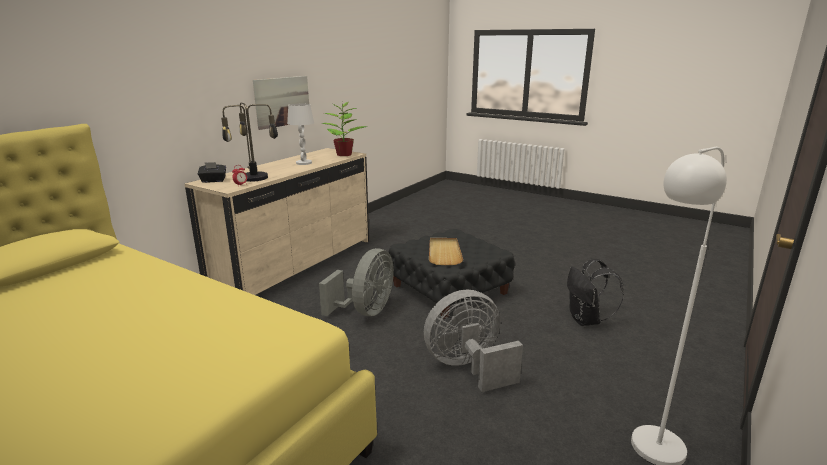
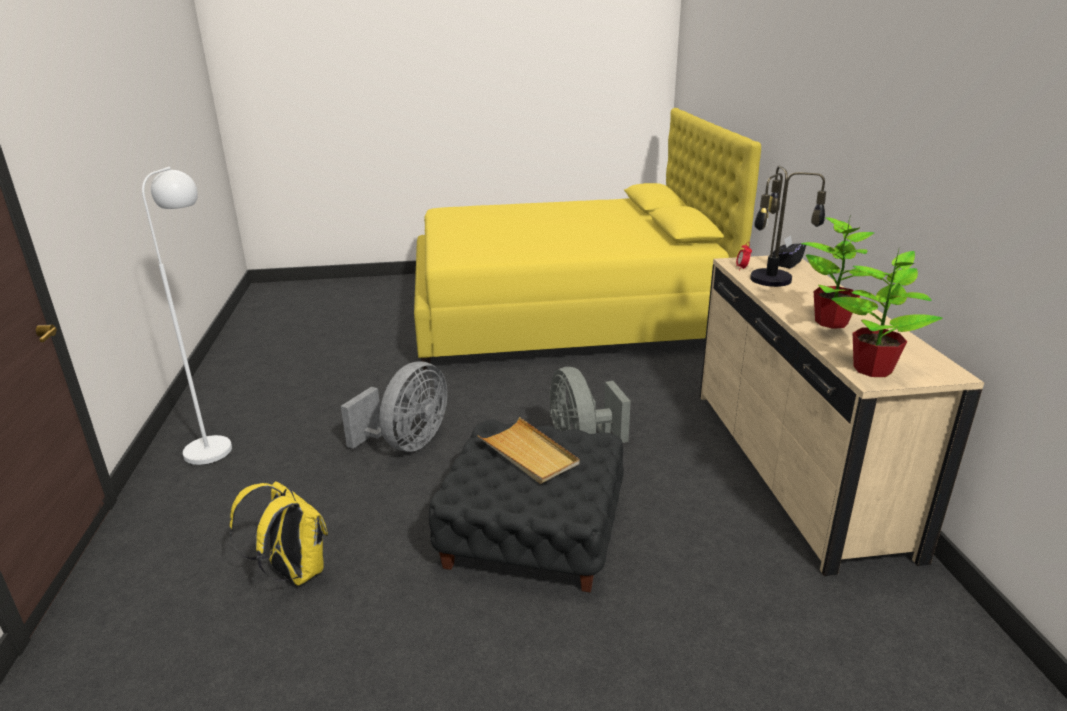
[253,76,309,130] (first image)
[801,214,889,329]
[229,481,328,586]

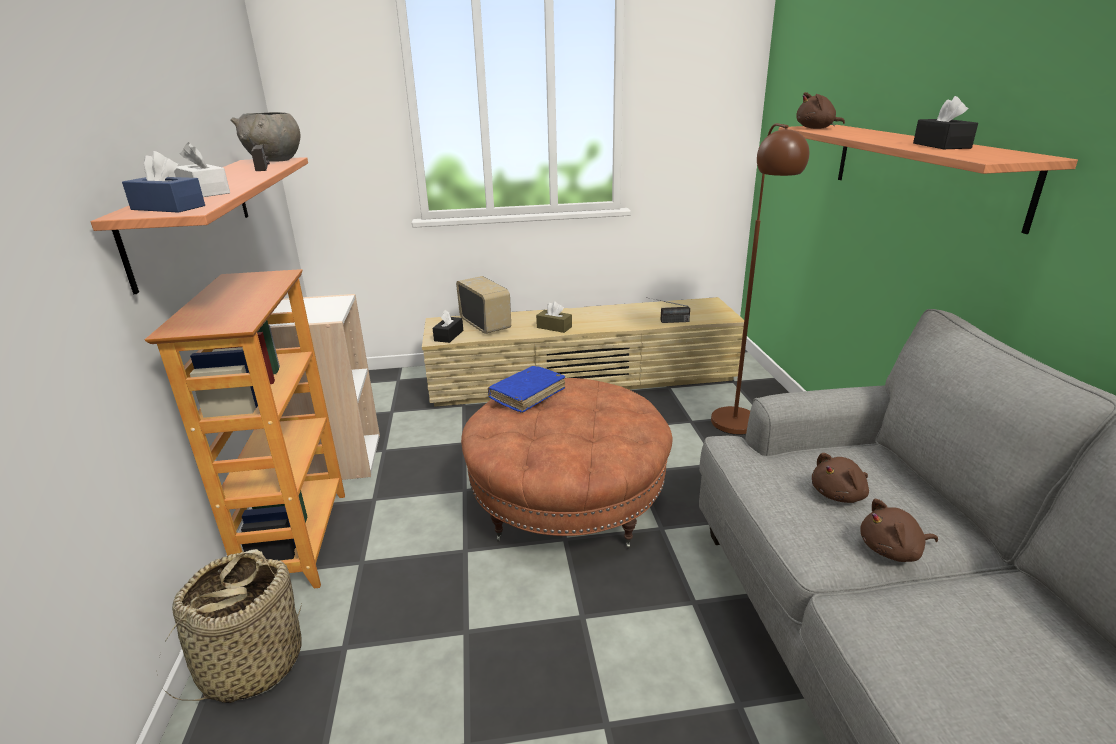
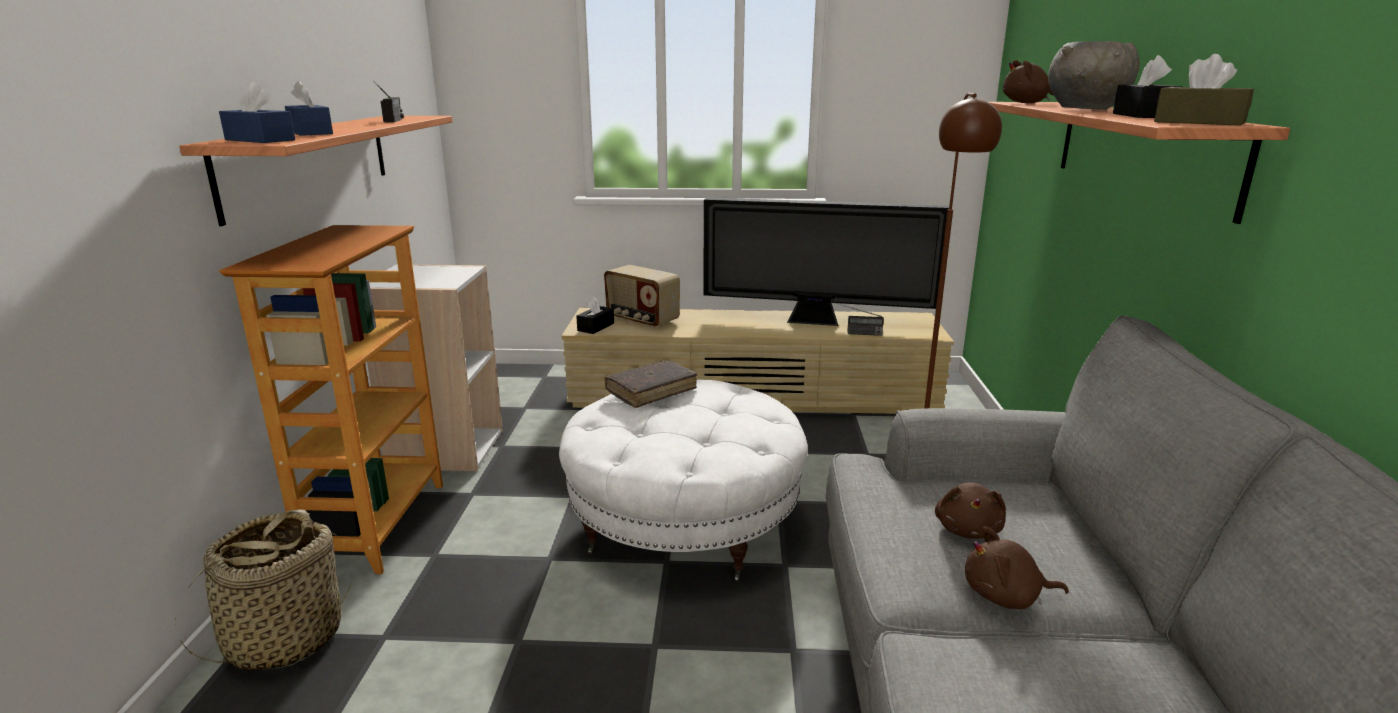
[704,197,949,326]
[1048,41,1140,110]
[1154,54,1254,126]
[285,81,333,136]
[559,380,808,581]
[604,361,697,408]
[604,265,680,328]
[935,482,1006,539]

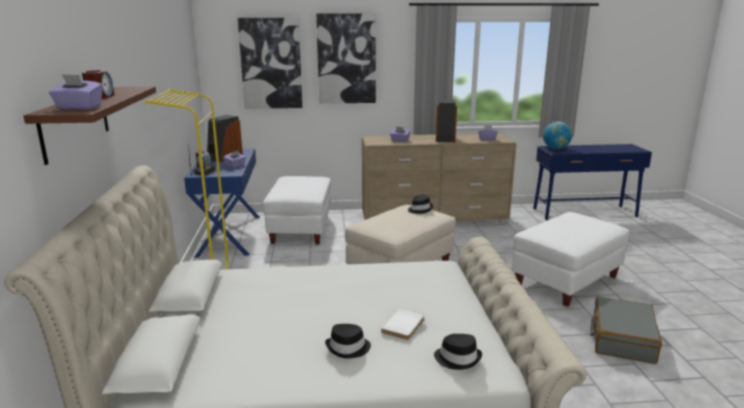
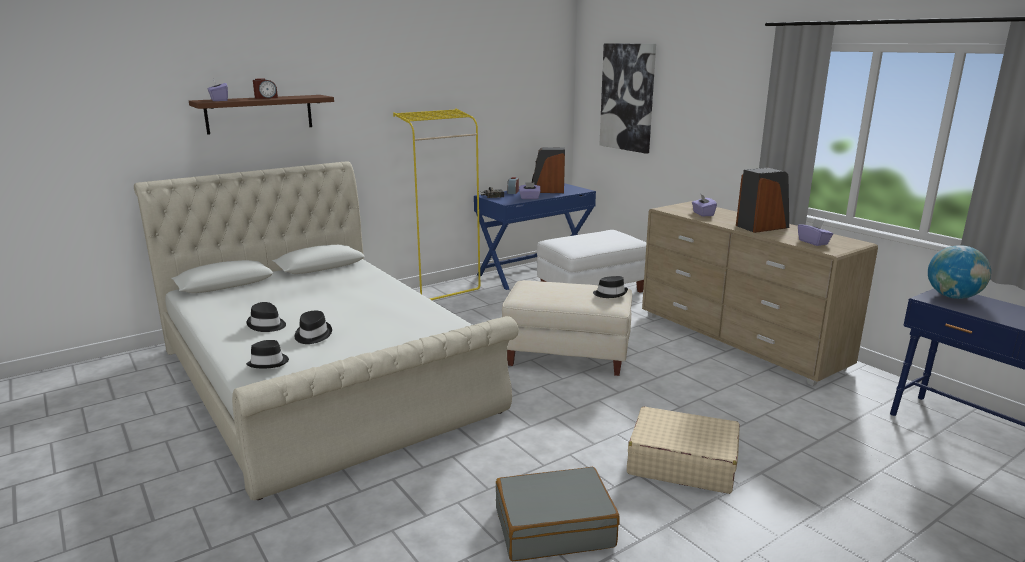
[316,13,376,104] (first image)
[295,311,332,344]
[627,407,740,494]

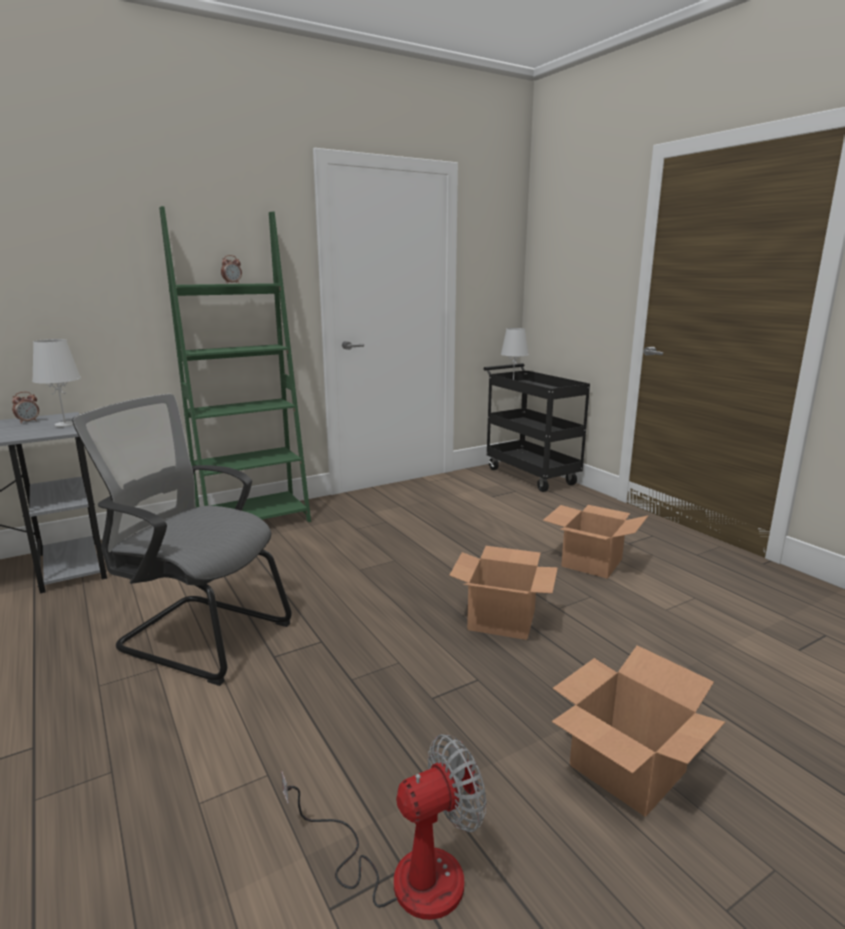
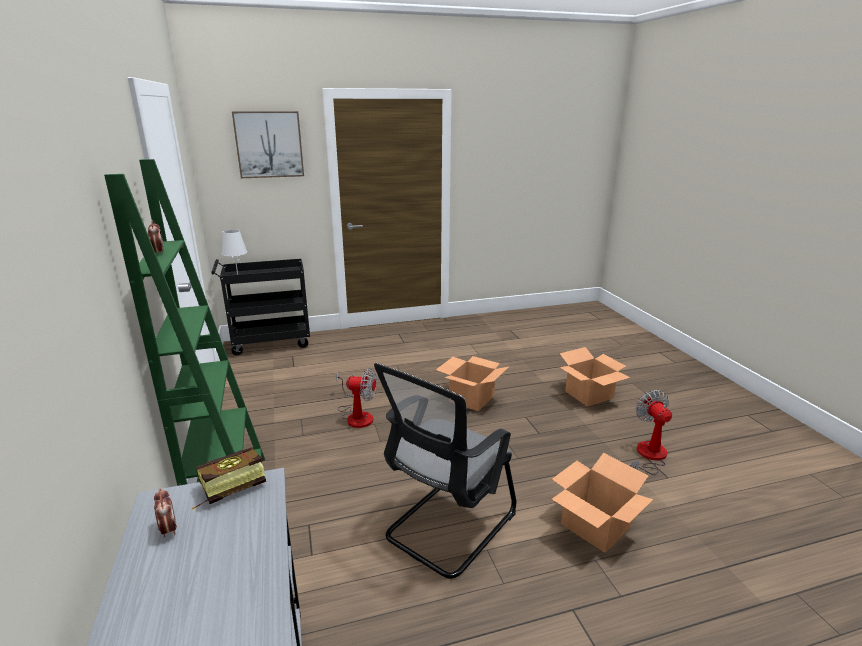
[232,111,304,178]
[336,368,377,428]
[552,453,653,553]
[191,447,266,510]

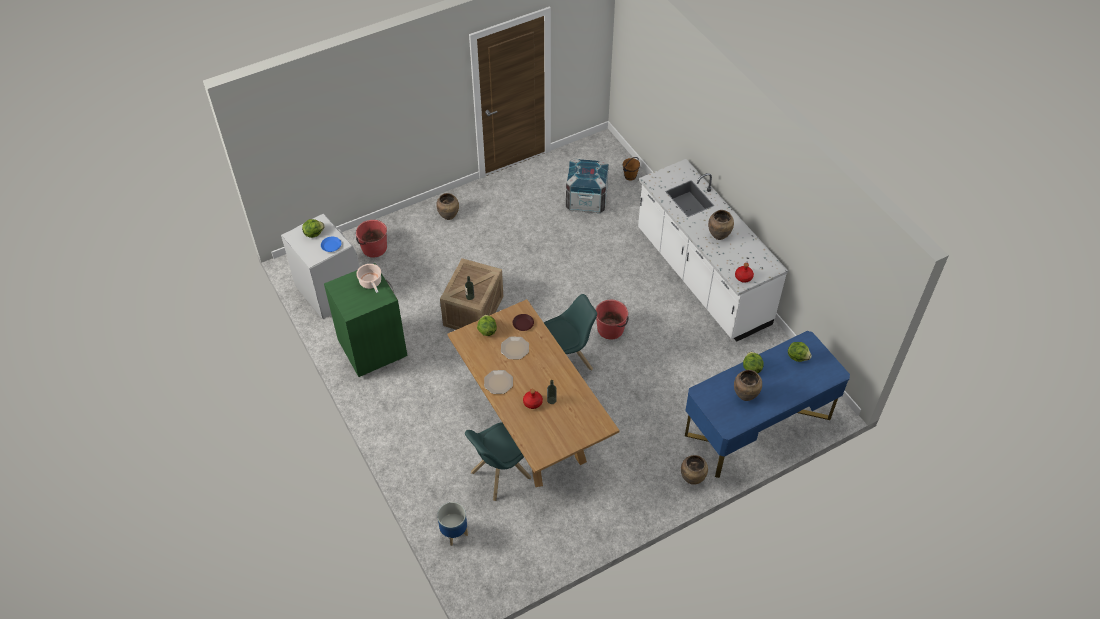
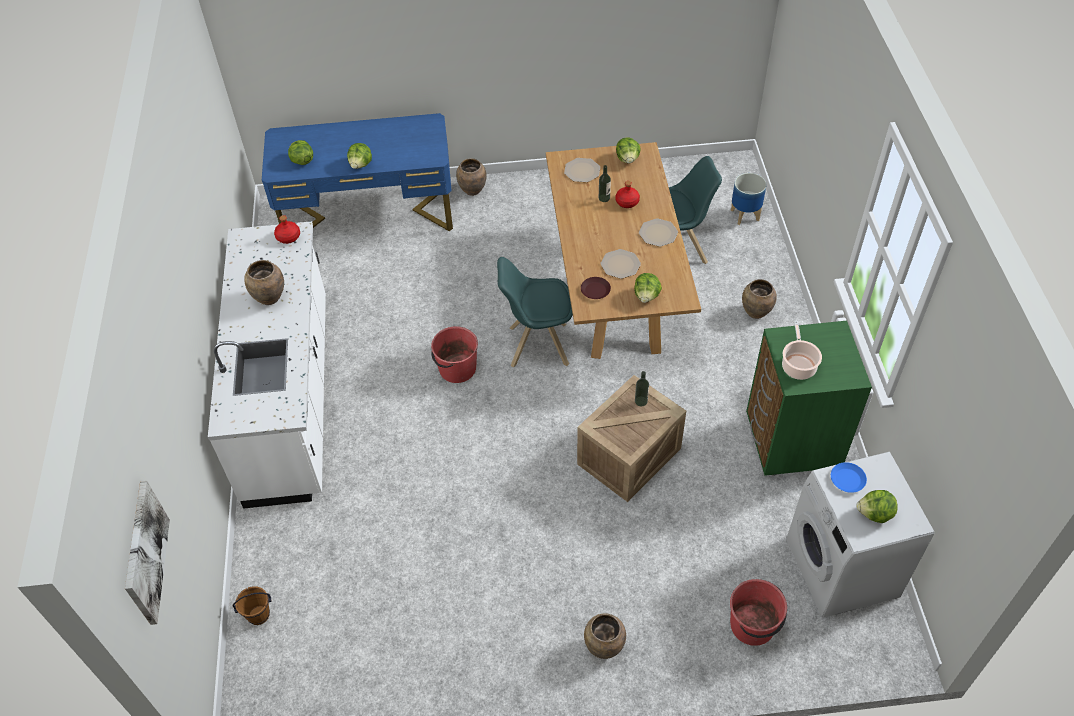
[566,158,609,214] (first image)
[125,480,170,625]
[564,158,600,182]
[616,137,641,163]
[742,279,777,319]

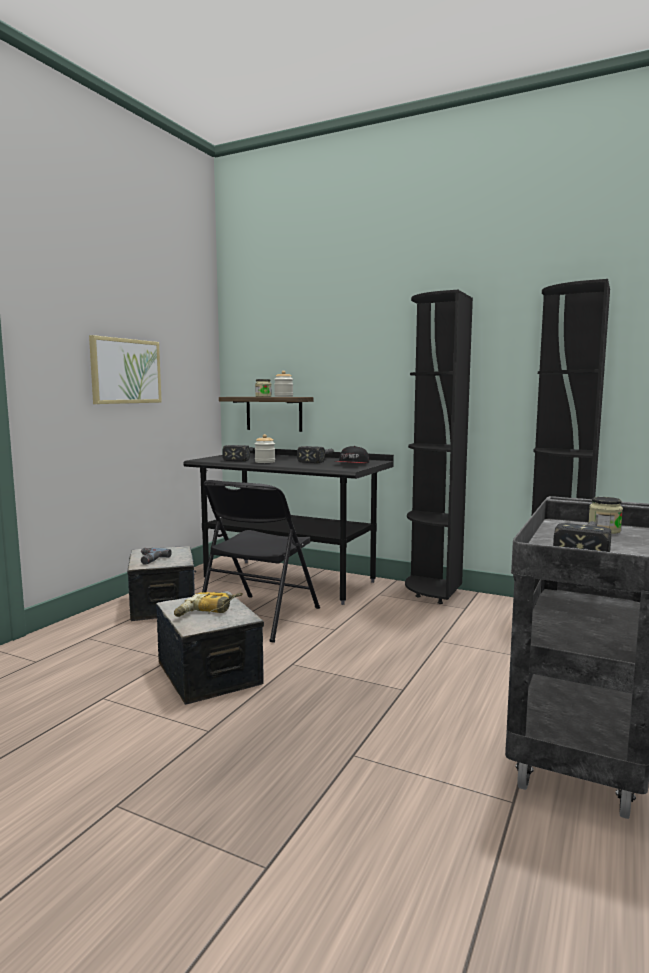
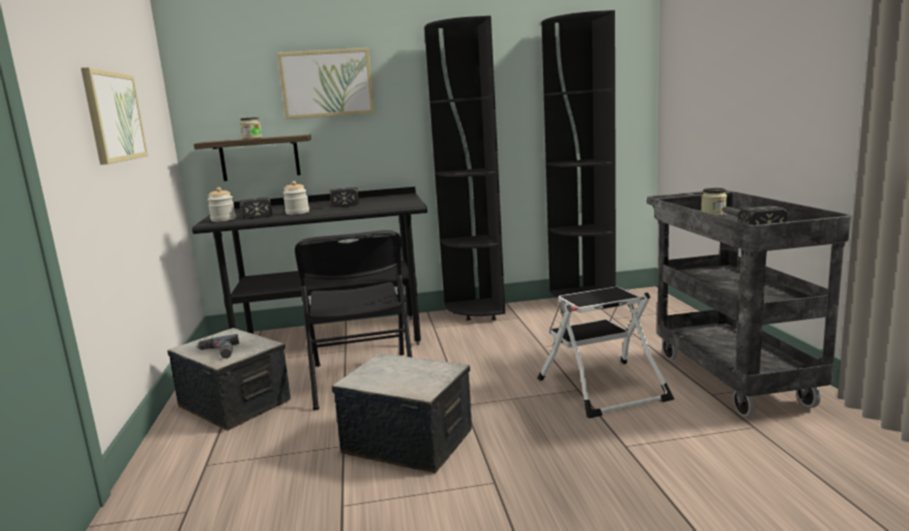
[174,592,243,617] (first image)
[336,446,369,463] (first image)
[277,48,375,119]
[537,287,674,418]
[207,187,236,222]

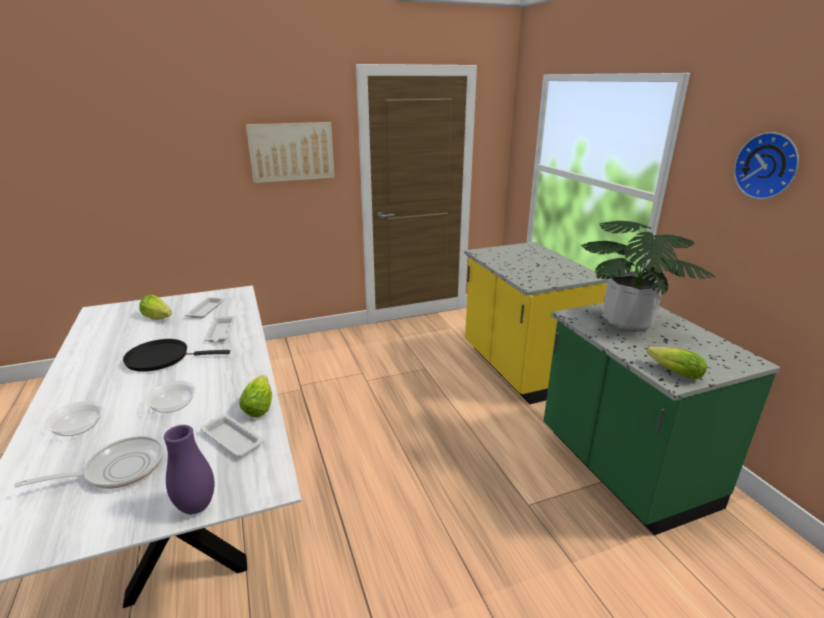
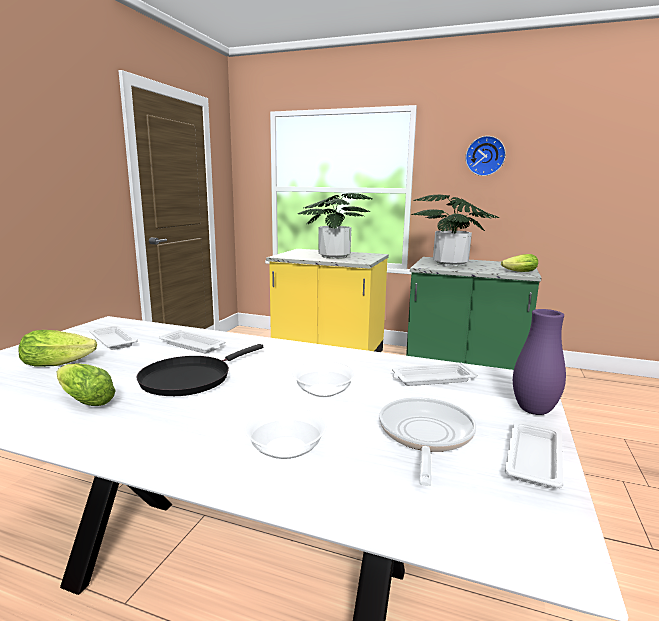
[245,122,335,183] (first image)
[297,193,373,259]
[505,420,563,488]
[57,363,116,406]

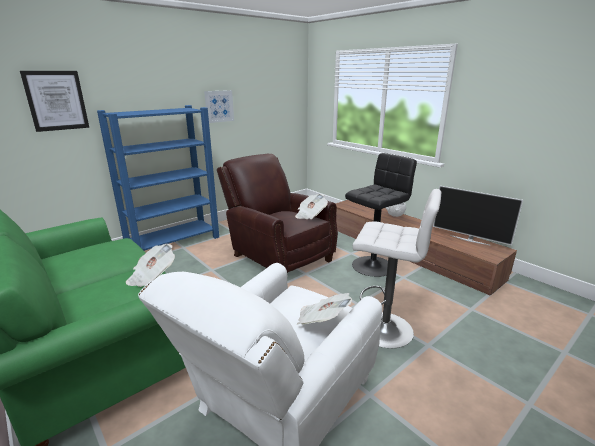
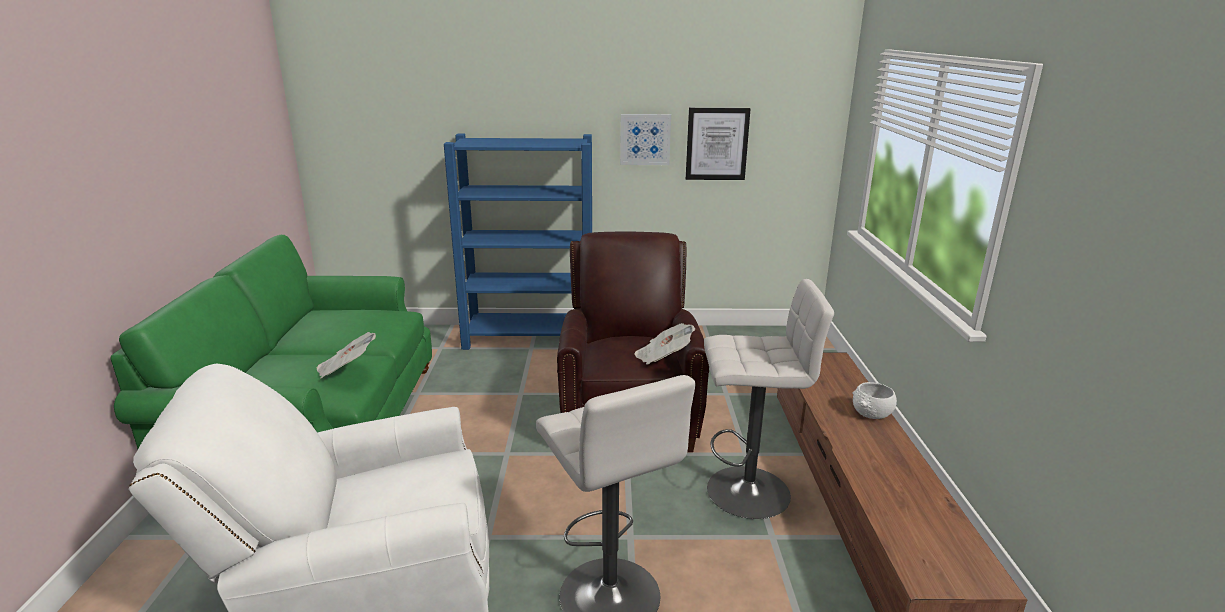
[297,293,352,325] (first image)
[433,185,523,245] (first image)
[686,108,751,180]
[704,279,834,519]

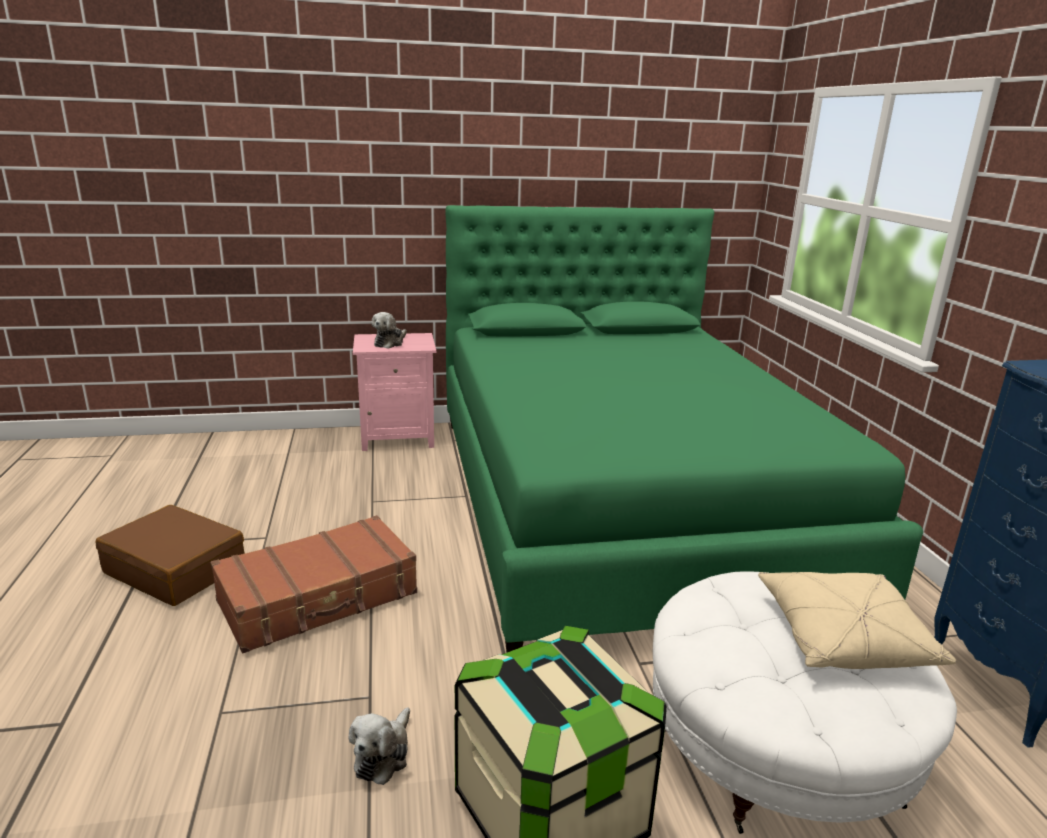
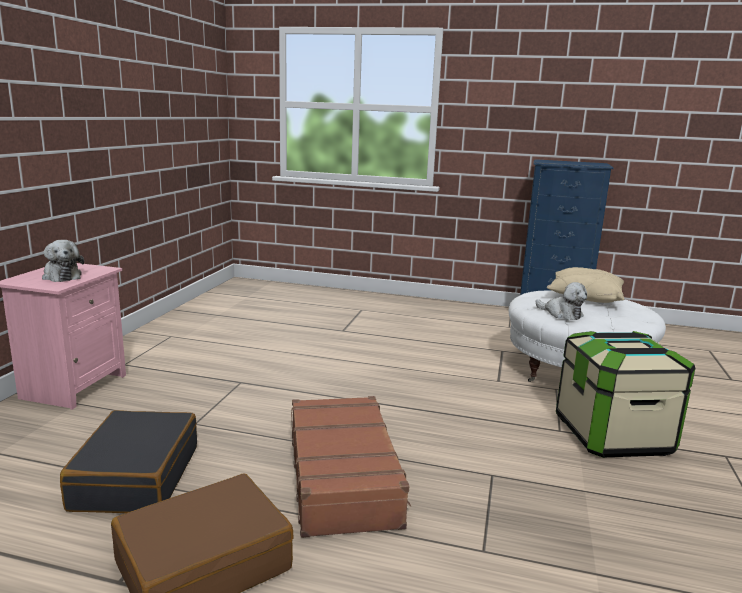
[446,205,923,653] (first image)
[60,410,197,513]
[536,282,587,320]

